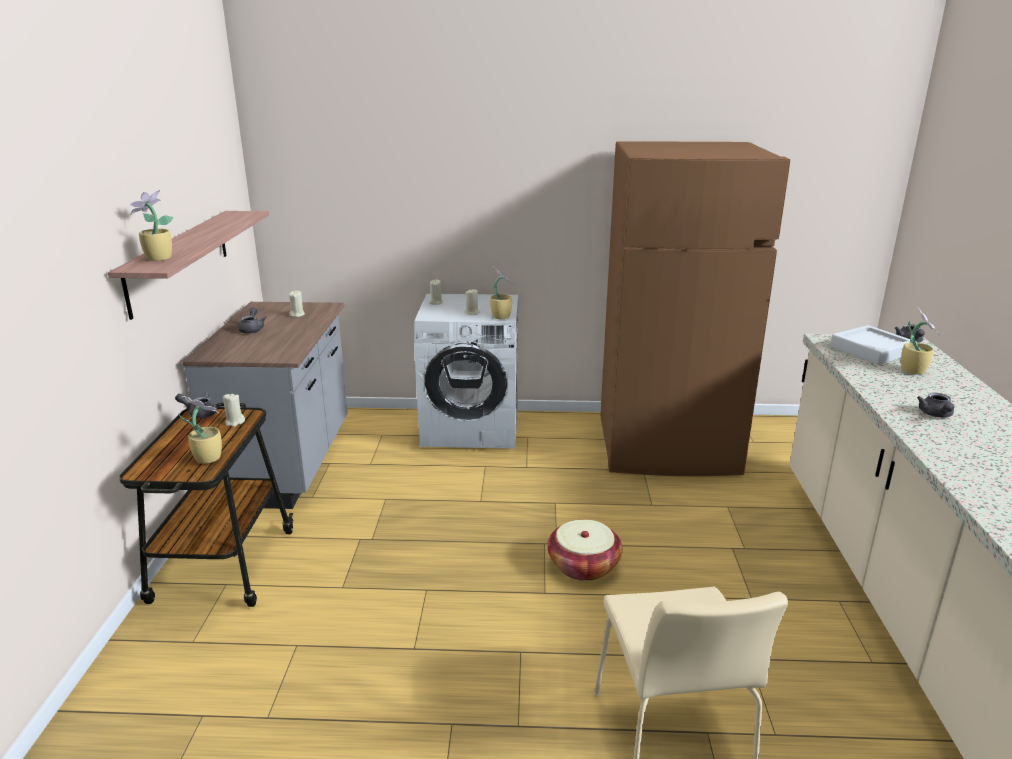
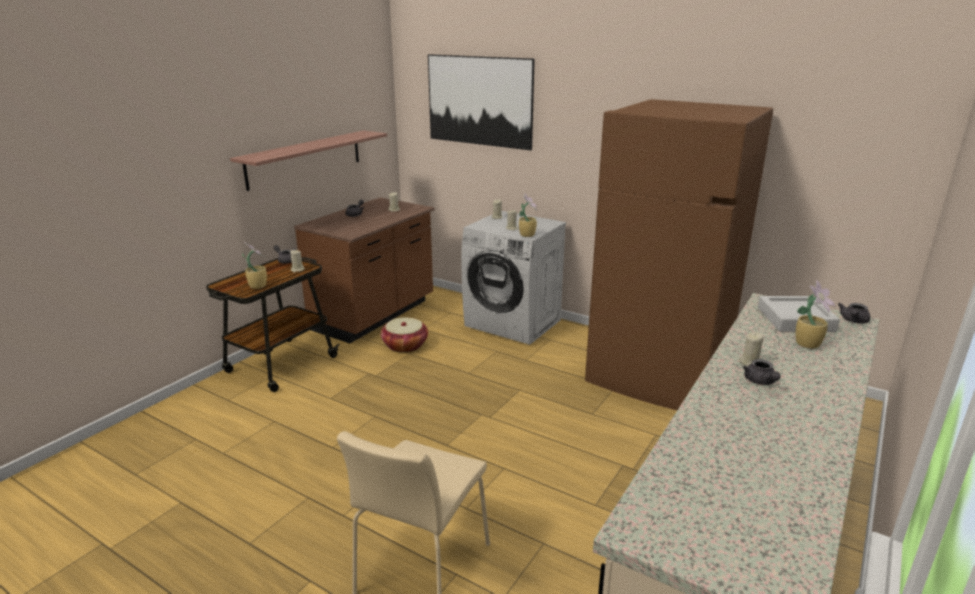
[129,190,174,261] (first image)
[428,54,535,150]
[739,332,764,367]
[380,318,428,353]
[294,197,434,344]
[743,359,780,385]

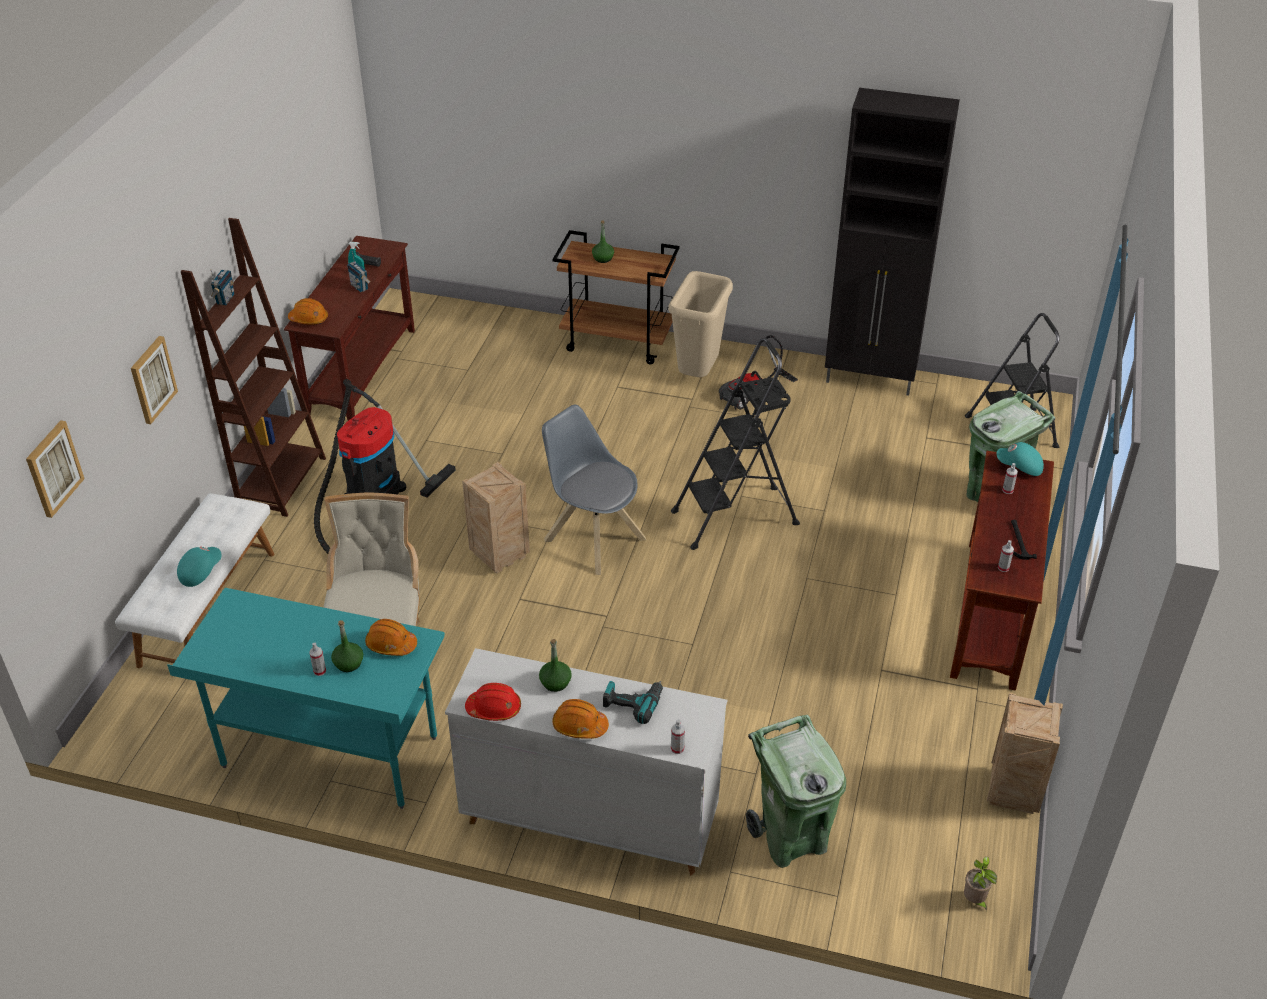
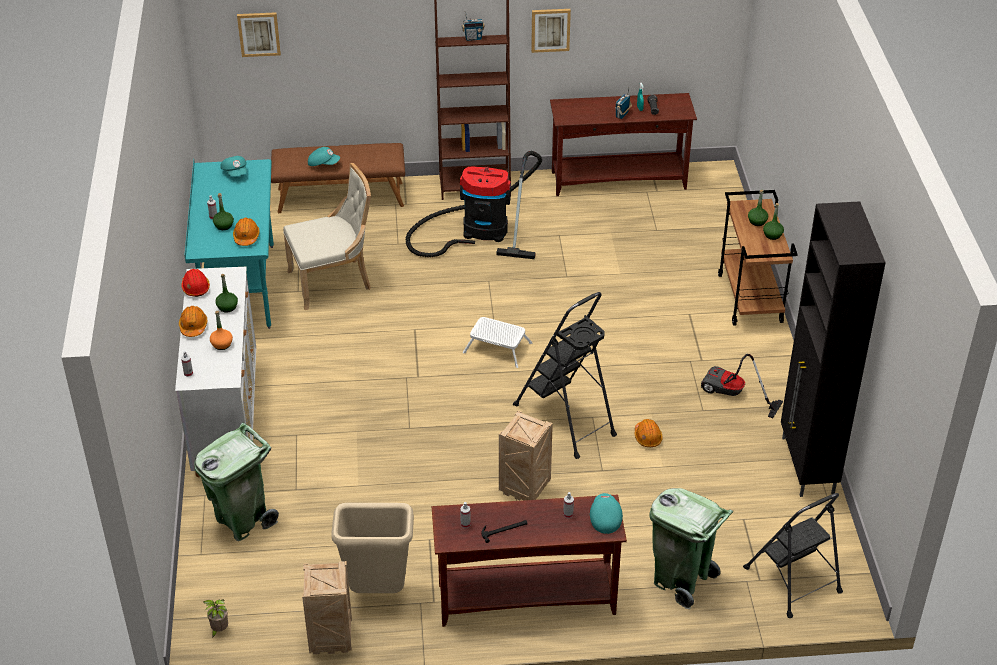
[220,156,247,176]
[763,203,784,240]
[531,9,571,53]
[635,419,663,447]
[499,410,553,501]
[331,503,414,593]
[463,317,532,368]
[210,311,233,350]
[271,143,405,213]

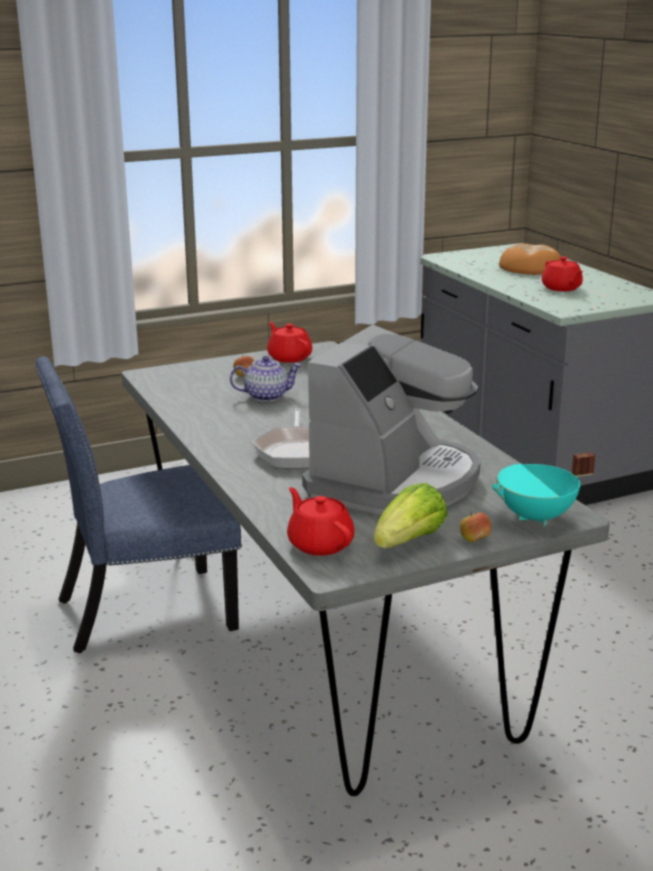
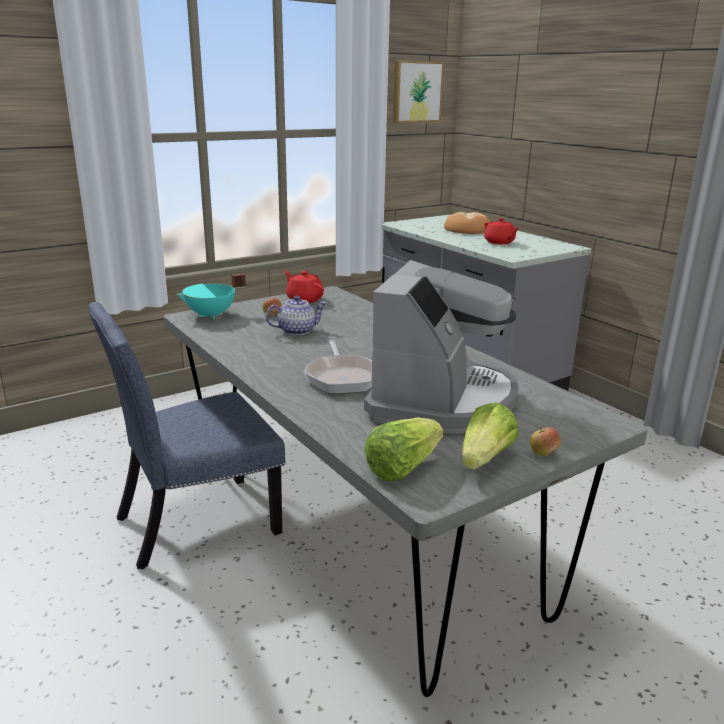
[393,60,444,123]
[176,273,246,319]
[364,417,443,482]

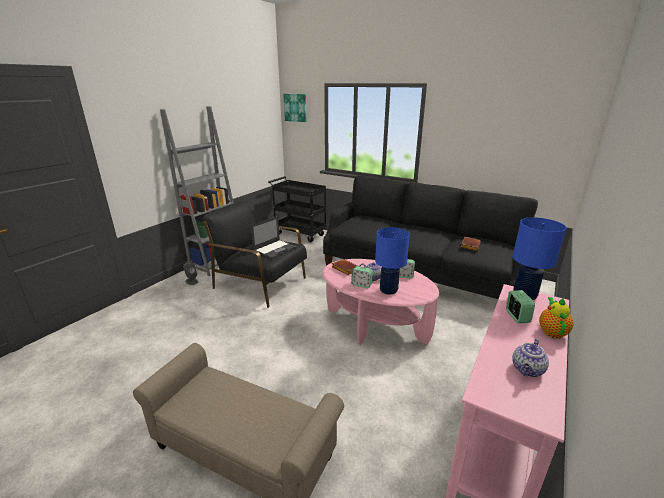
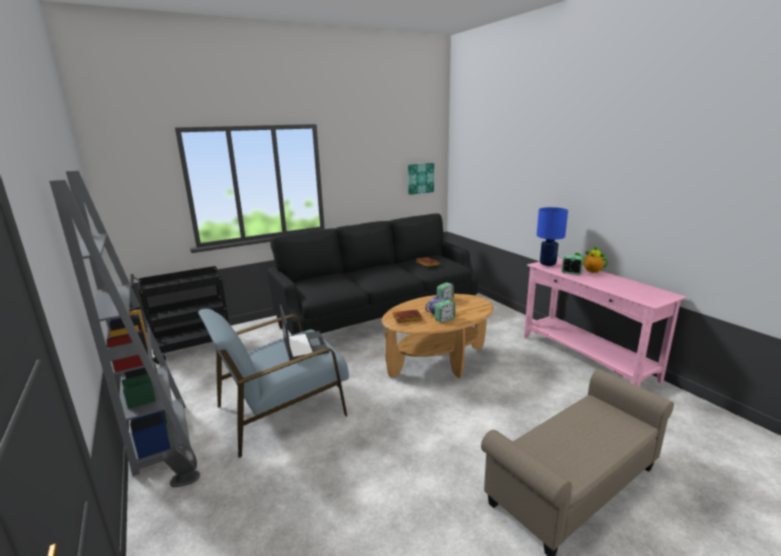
[375,227,410,295] (first image)
[512,339,549,377] (first image)
[408,163,434,195]
[198,309,349,458]
[382,294,494,378]

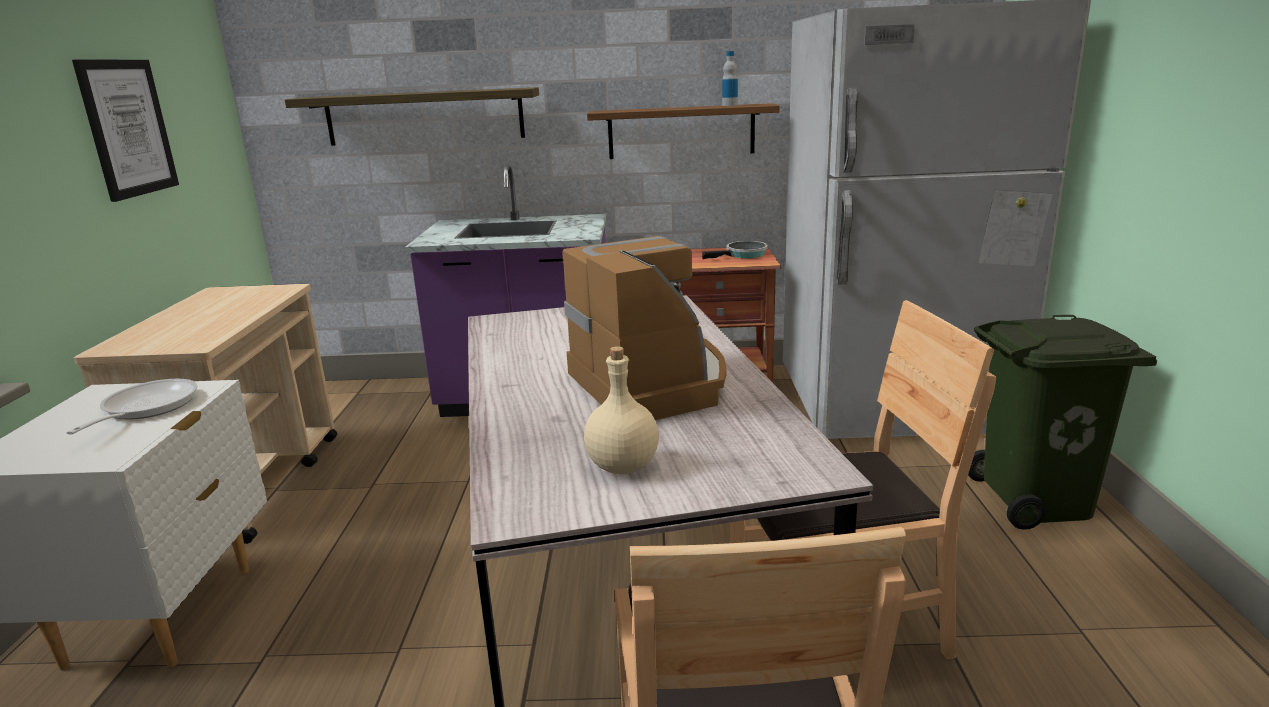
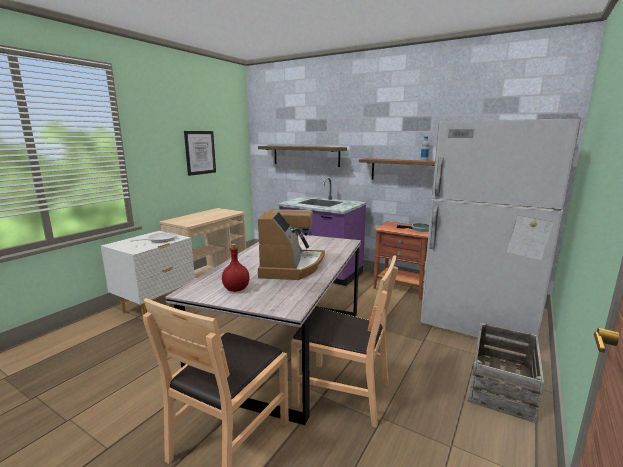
[468,323,544,423]
[222,244,250,292]

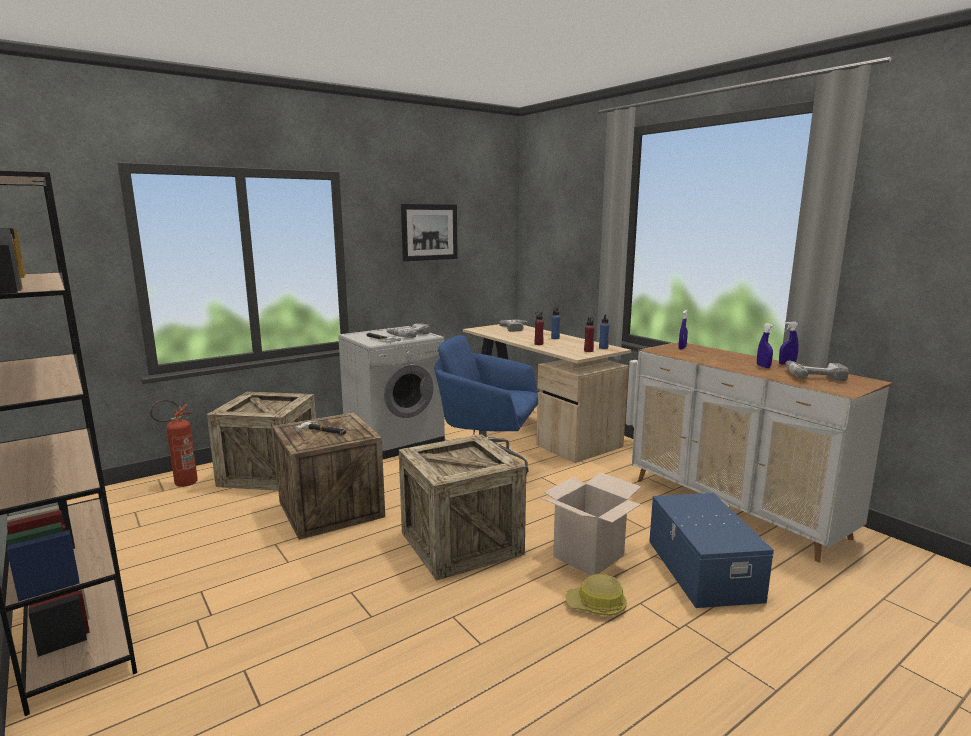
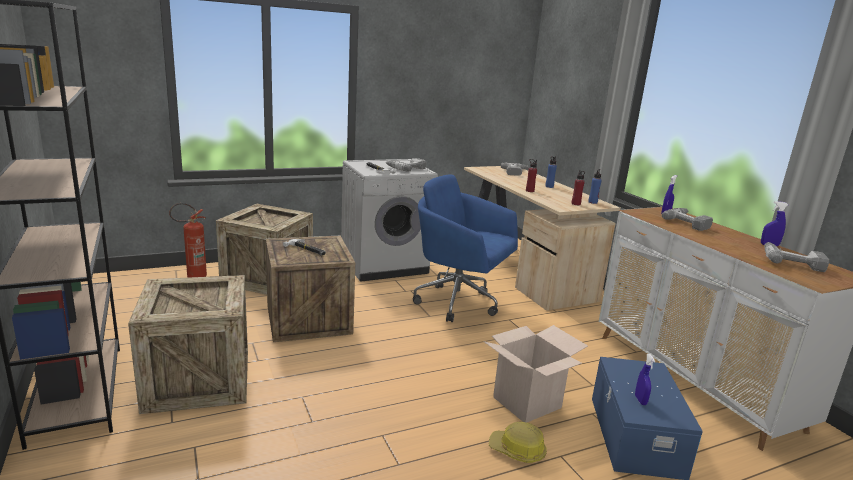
[401,204,458,261] (first image)
[662,208,713,231]
[128,275,248,414]
[635,354,655,405]

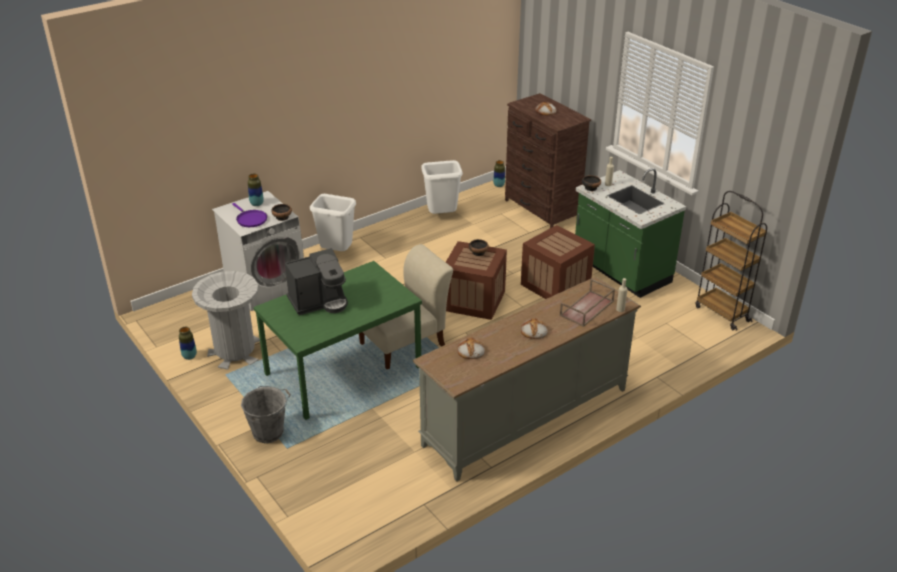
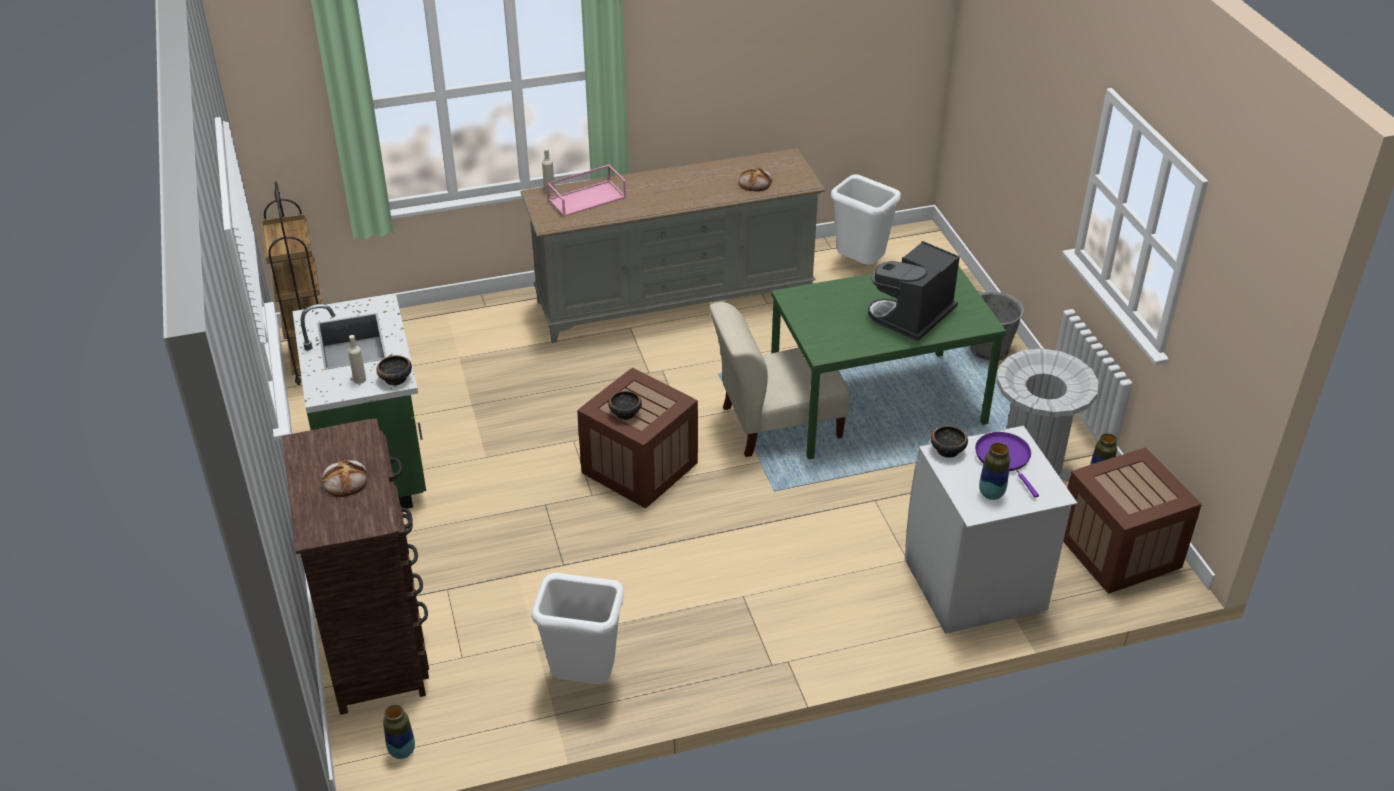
[521,318,548,339] (first image)
[831,174,901,265]
[1063,447,1202,594]
[547,164,627,217]
[868,241,960,342]

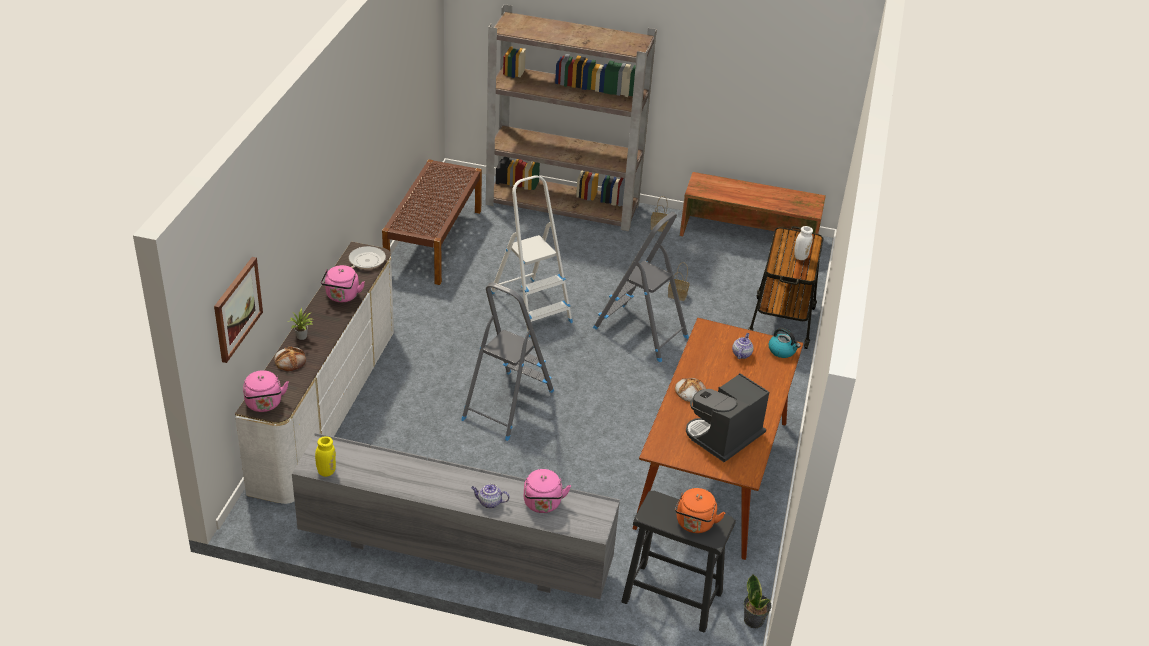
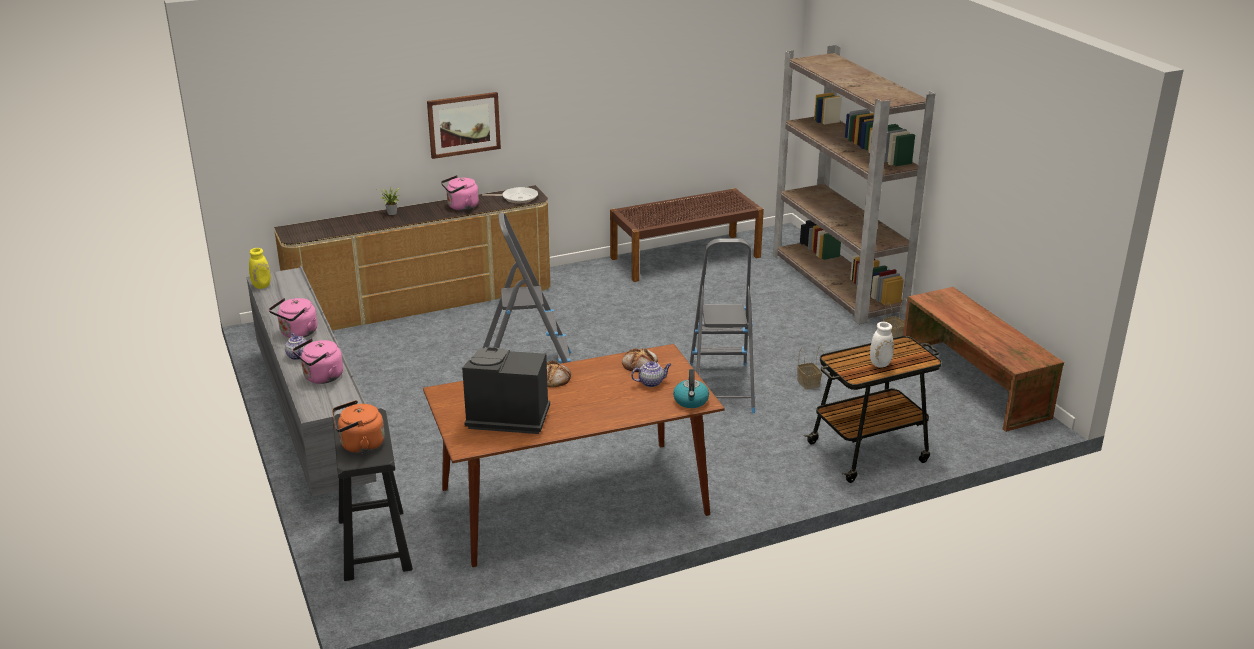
[491,175,573,337] (first image)
[744,574,771,628] (first image)
[427,92,501,159]
[269,298,317,338]
[622,348,658,372]
[274,185,551,331]

